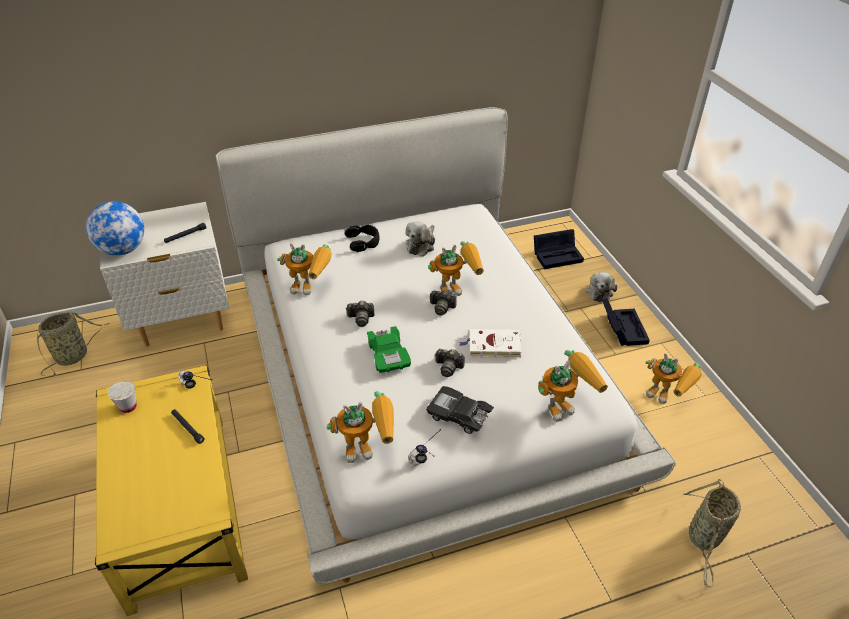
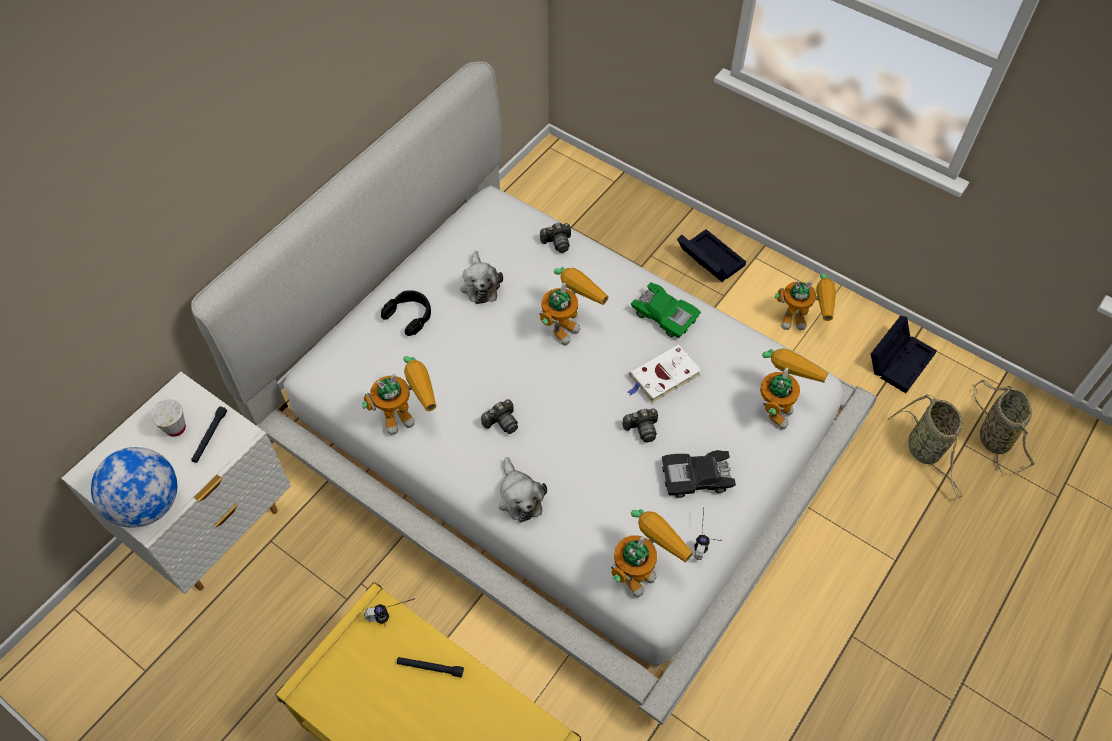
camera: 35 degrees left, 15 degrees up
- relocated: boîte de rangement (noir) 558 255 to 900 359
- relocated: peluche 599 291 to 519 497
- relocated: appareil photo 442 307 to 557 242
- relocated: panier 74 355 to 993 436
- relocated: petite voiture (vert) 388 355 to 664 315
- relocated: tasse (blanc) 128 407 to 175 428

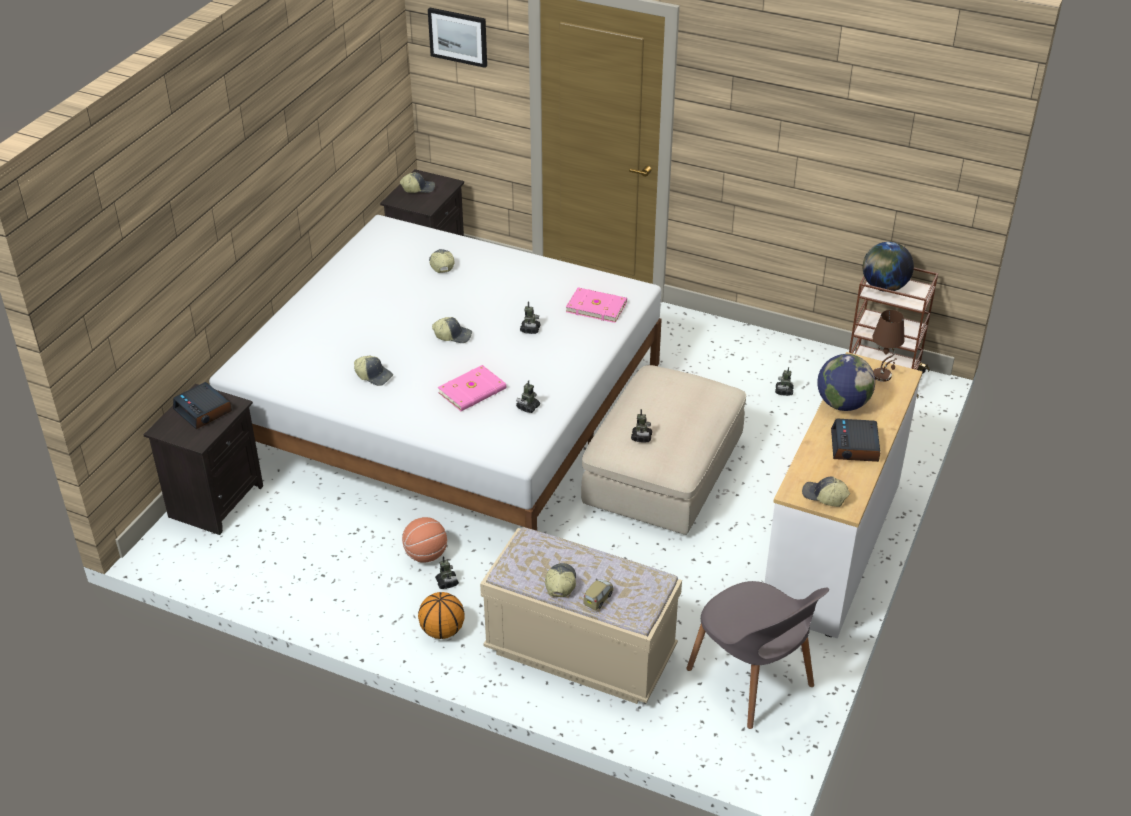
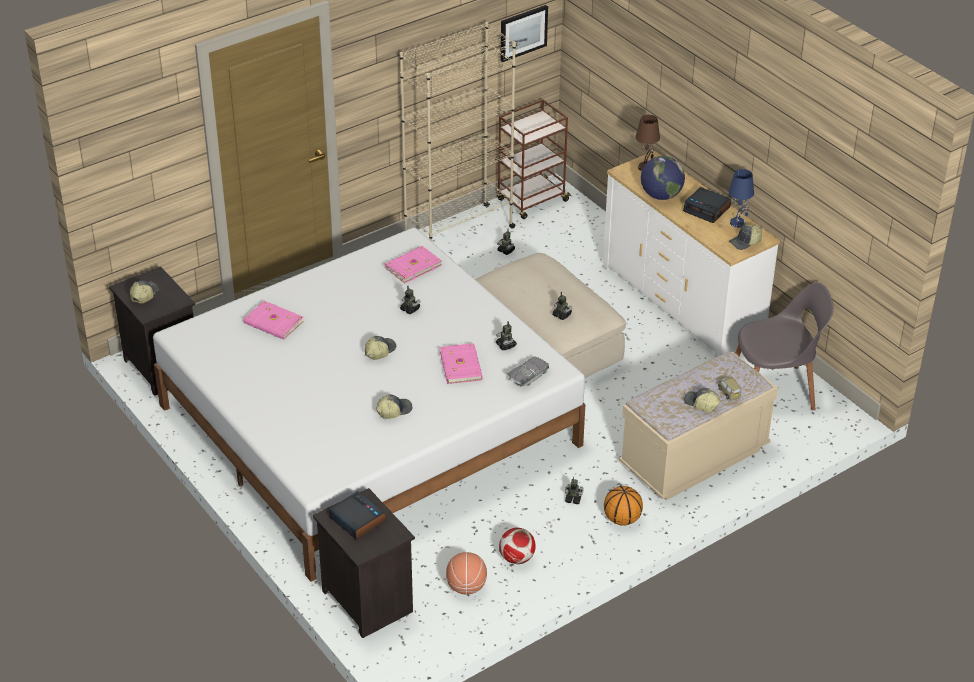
camera: 60 degrees left, 0 degrees up
- relocated: tableau 458 36 to 523 32
- missing: globe 884 287
- exchanged: casquette 441 265 to livre (rose) 273 323
- spun: réveil 203 411 = 357 520 120 degrees counterclockwise
- relocated: ballon de basket 425 555 to 466 587
- appeared: bibliothèque (beige) 459 233
- appeared: lampe de table (bleu) 738 223
- appeared: petite voiture (gris) 528 377
- appeared: ballon de foot 516 558

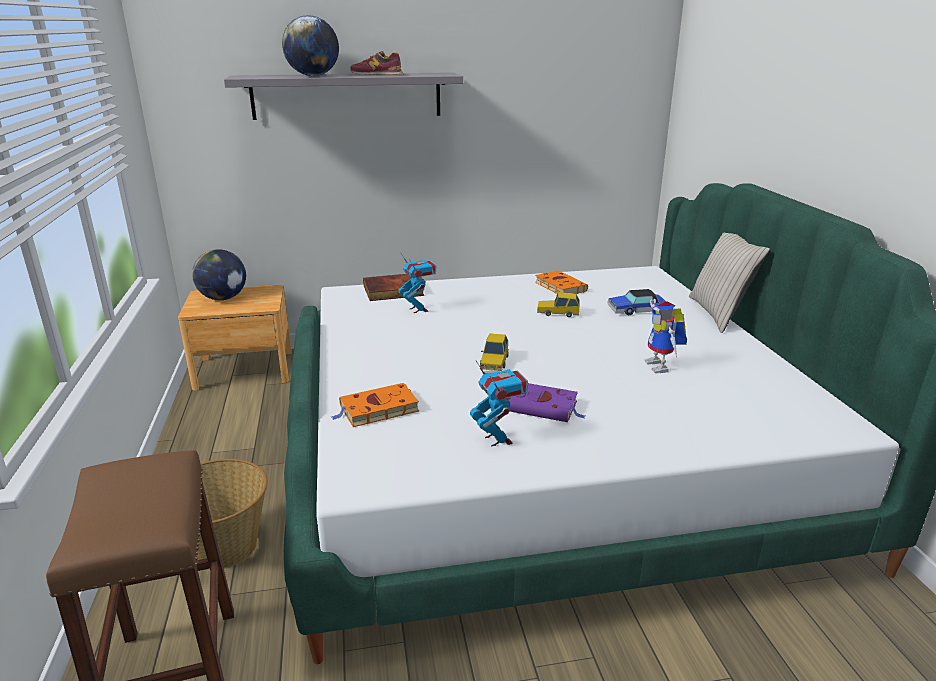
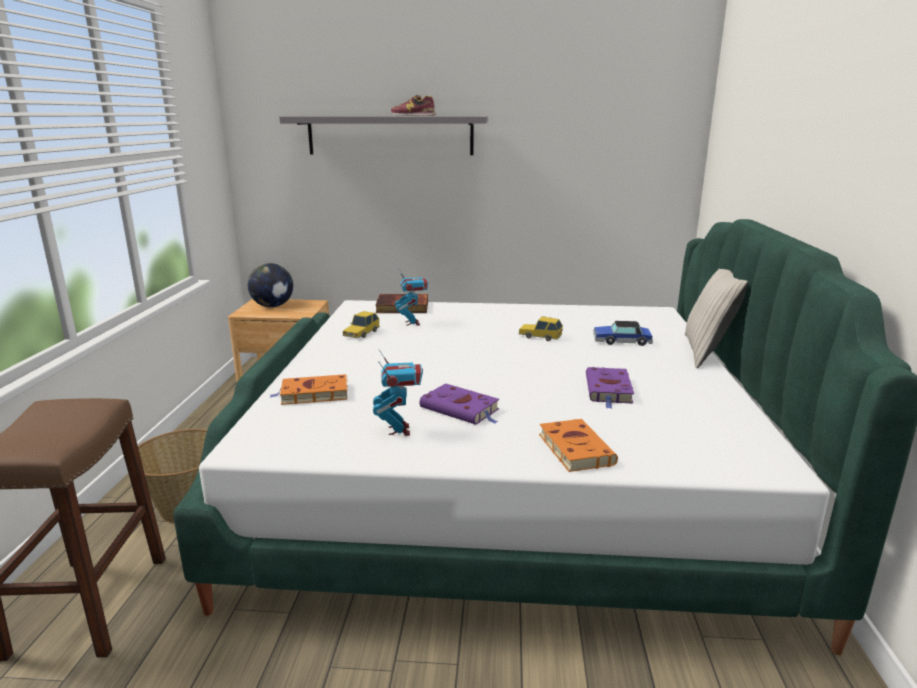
camera: 15 degrees right, 5 degrees down
- missing: globe 313 76
- relocated: livre (orange) 559 286 to 574 448
- exchanged: robot jouet 662 367 to livre (violet) 609 390
- relocated: petite voiture 494 361 to 361 333

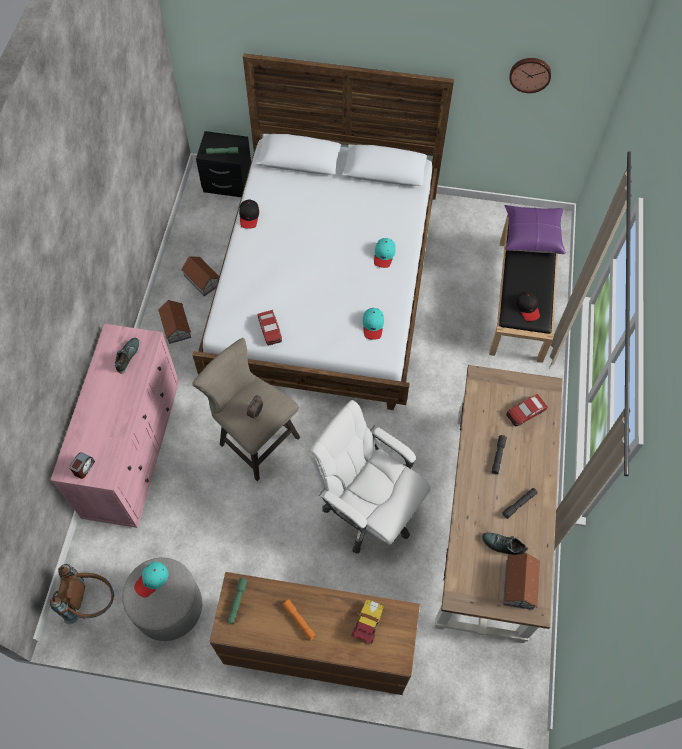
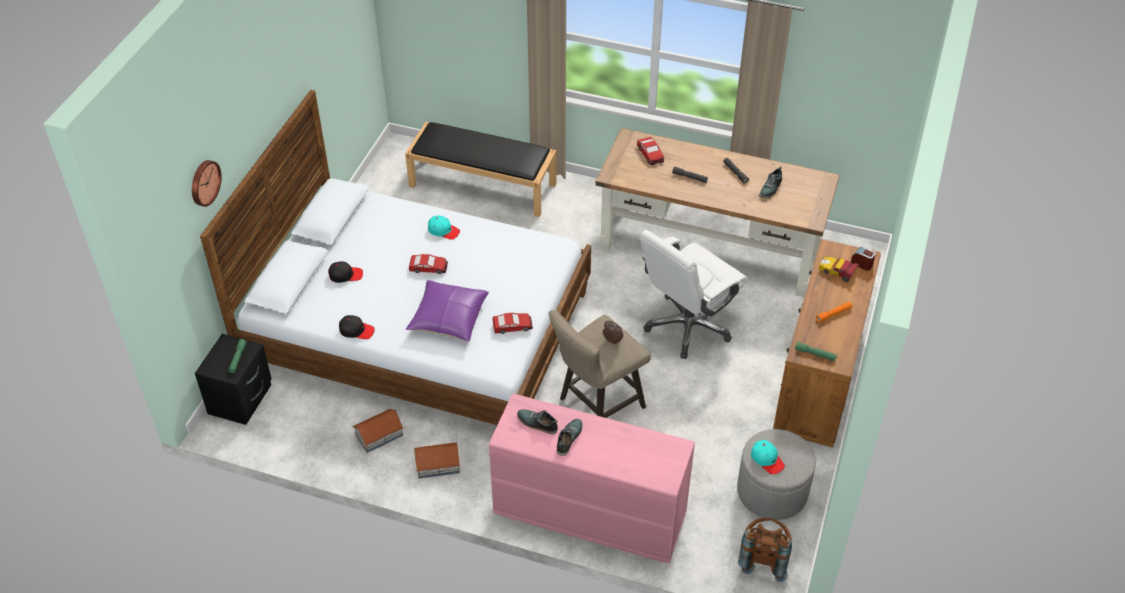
camera: 80 degrees left, 15 degrees down
- relocated: horloge murale 530 74 to 204 182
- relocated: coussin (violet) 532 235 to 448 318
- relocated: casquette (noir) 527 308 to 345 275
- missing: casquette (turquoise) 373 325
- relocated: réveil 84 468 to 862 264
- missing: maison miniature 520 584
- appeared: petite voiture 428 267
- appeared: chaussure 568 438

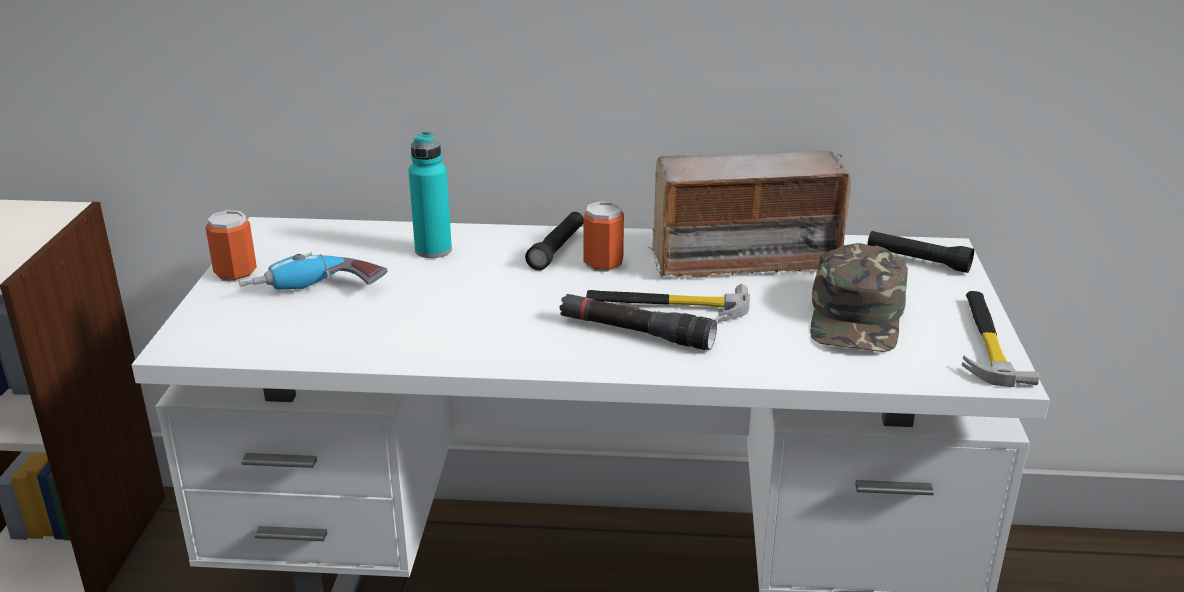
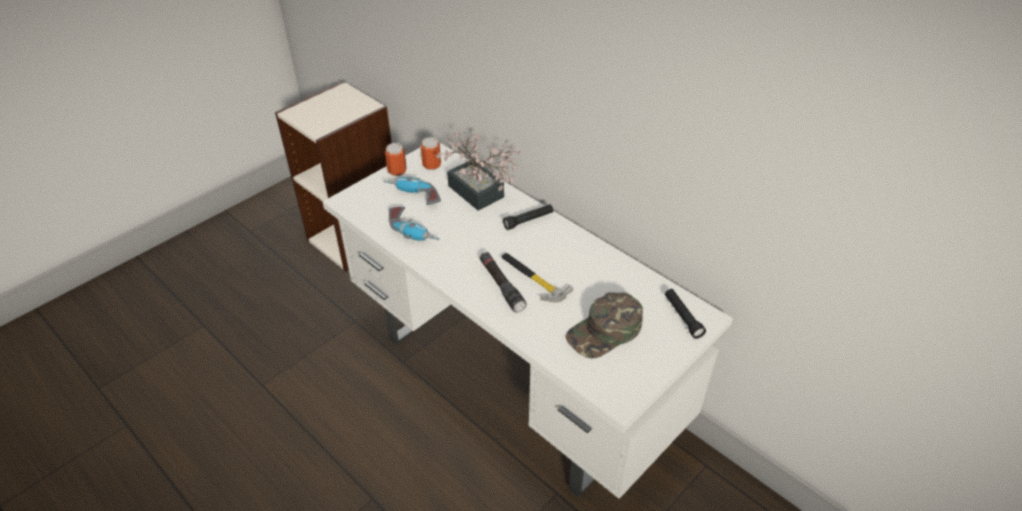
camera: 40 degrees right, 15 degrees up
- exchanged: bouteille (turquoise) 433 250 to plante en pot 479 195
- missing: radio 746 259
- relocated: boîte métallique 603 264 to 431 165
- missing: marteau 986 340
- appeared: perceuse 413 231

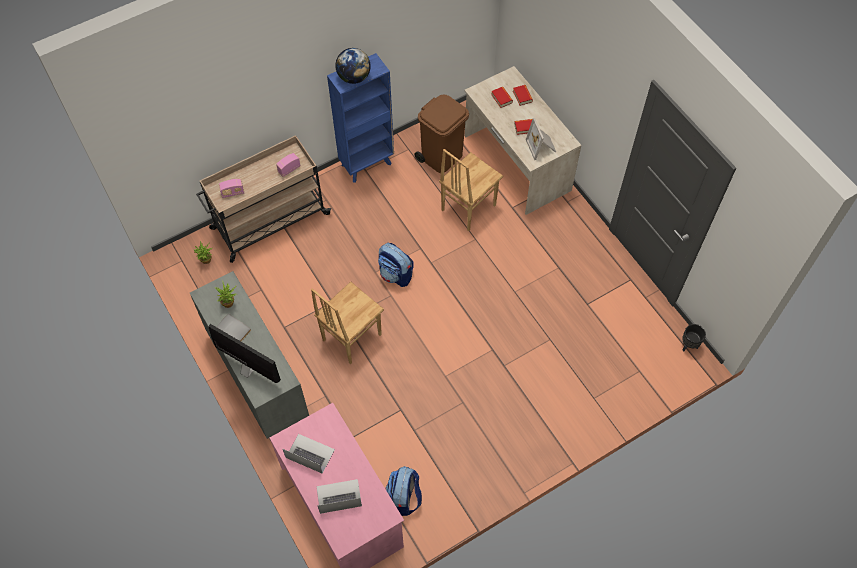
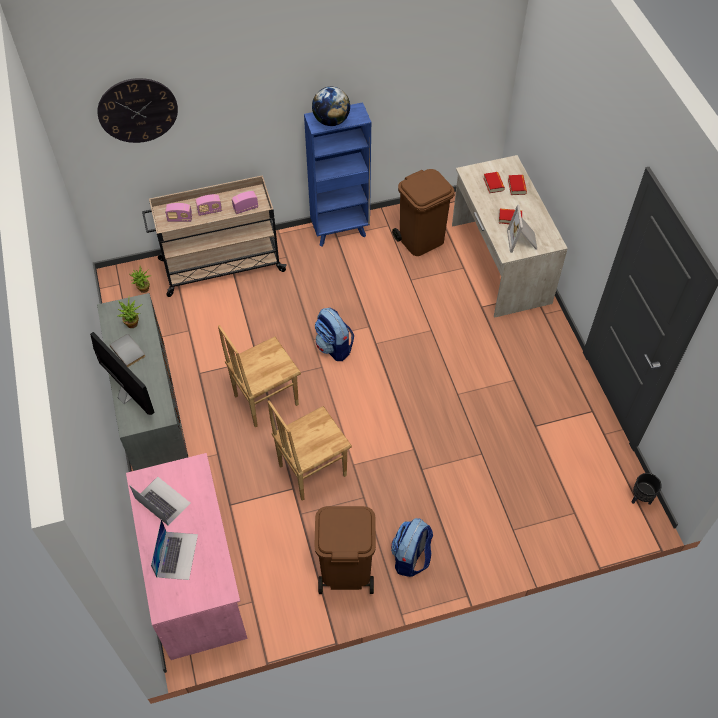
camera: 15 degrees right, 5 degrees down
- relocated: chaise (marron) 467 207 to 311 470
- relocated: sac à dos 404 498 to 411 558
- spun: ordinateur portable 338 496 = 177 555 90 degrees clockwise
- appeared: horloge murale 137 110
- appeared: radio 209 211
- appeared: poubelle (marron) 345 571

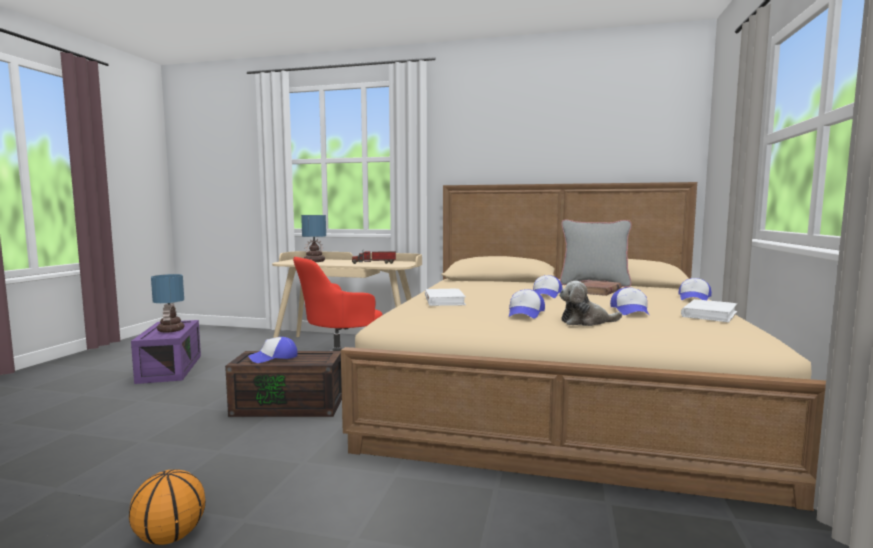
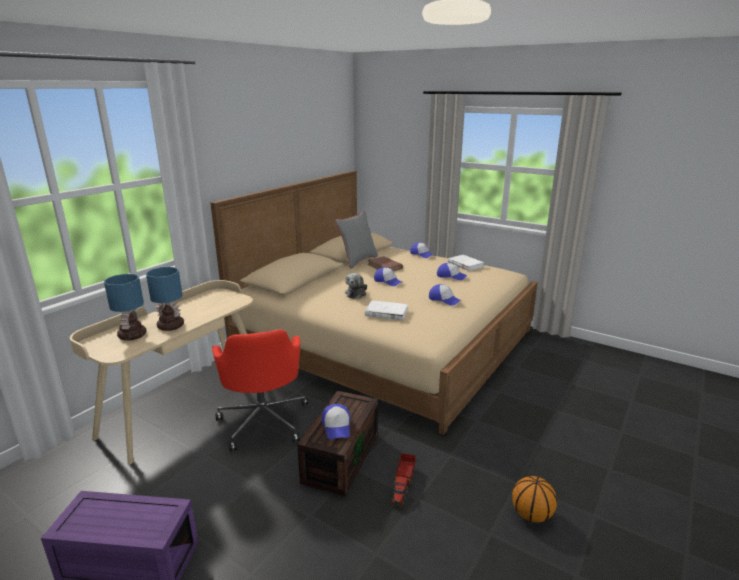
camera: 70 degrees left, 15 degrees up
- relocated: camion jouet 375 263 to 403 484
- relocated: lampe de table 171 330 to 172 326
- relocated: peluche 586 322 to 356 293

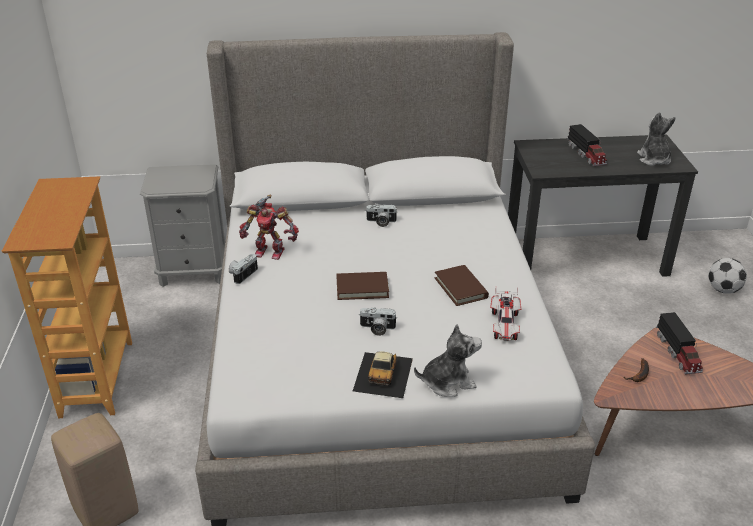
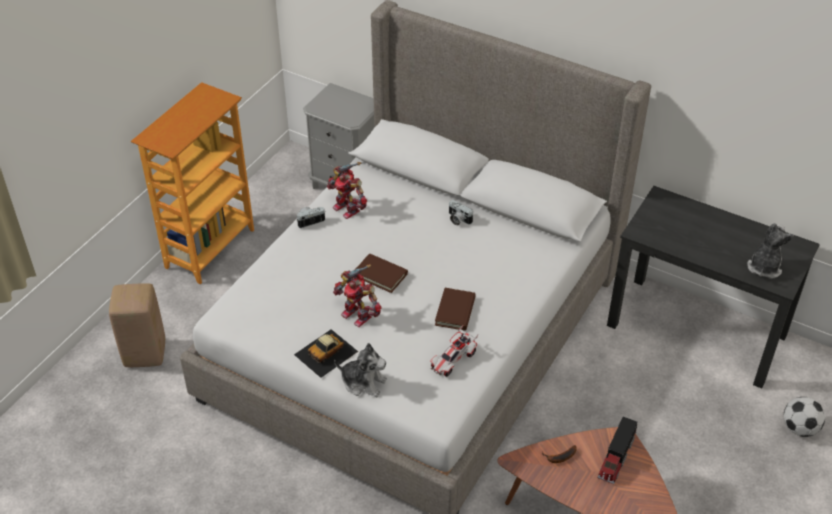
camera: 35 degrees right, 10 degrees up
- missing: camion jouet 586 154
- exchanged: appareil photo 377 328 to robot jouet 358 314

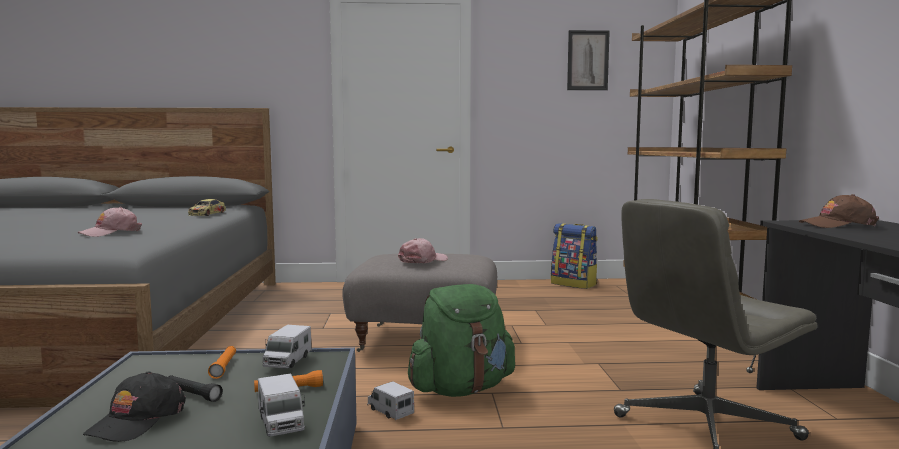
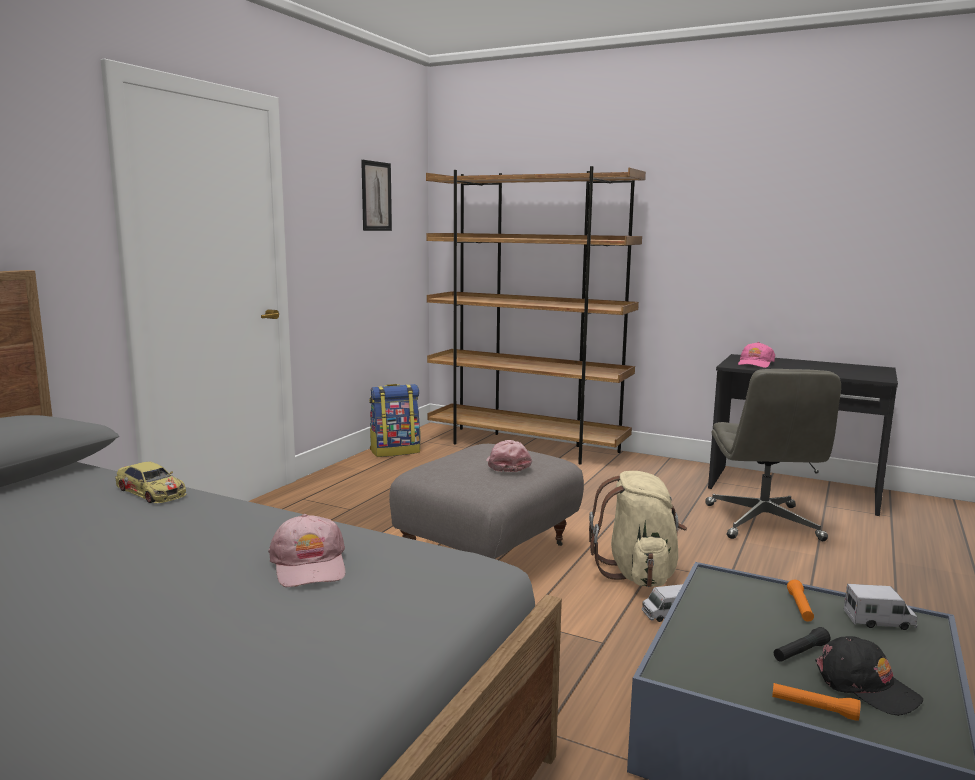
camera: 60 degrees left, 5 degrees up
- colour: casquette (marron) 837 225 to casquette (rose) 755 363
- colour: sac à dos (vert) 461 389 to sac à dos (beige) 638 573
- missing: camion jouet 287 361
- relocated: lampe de poche (orange) 224 367 to 814 708

